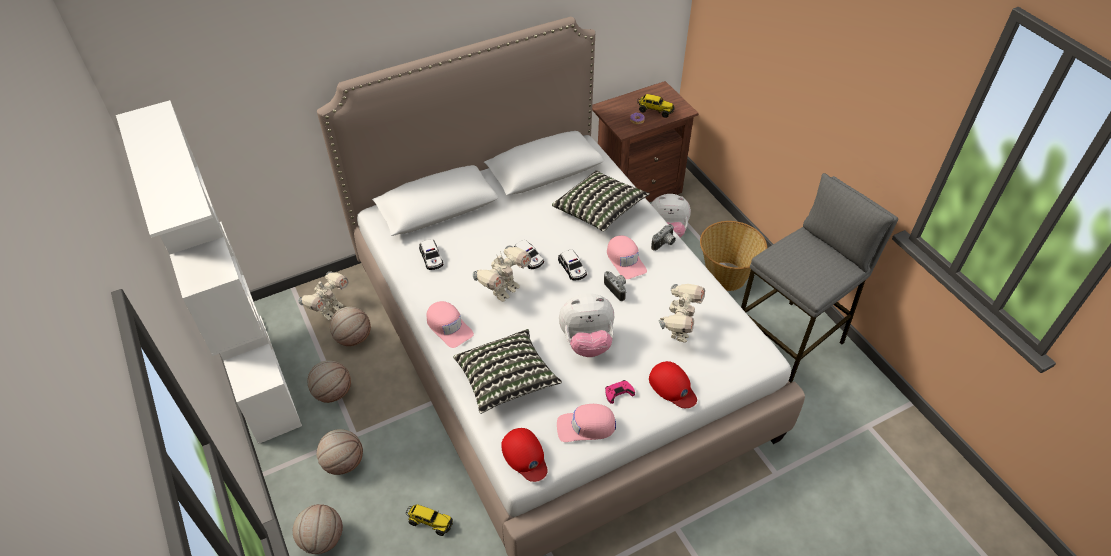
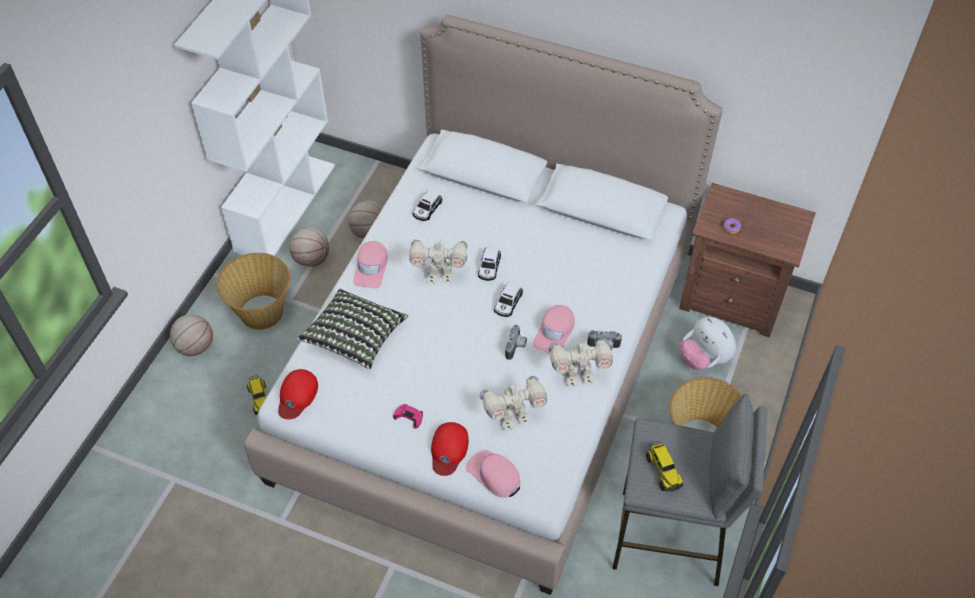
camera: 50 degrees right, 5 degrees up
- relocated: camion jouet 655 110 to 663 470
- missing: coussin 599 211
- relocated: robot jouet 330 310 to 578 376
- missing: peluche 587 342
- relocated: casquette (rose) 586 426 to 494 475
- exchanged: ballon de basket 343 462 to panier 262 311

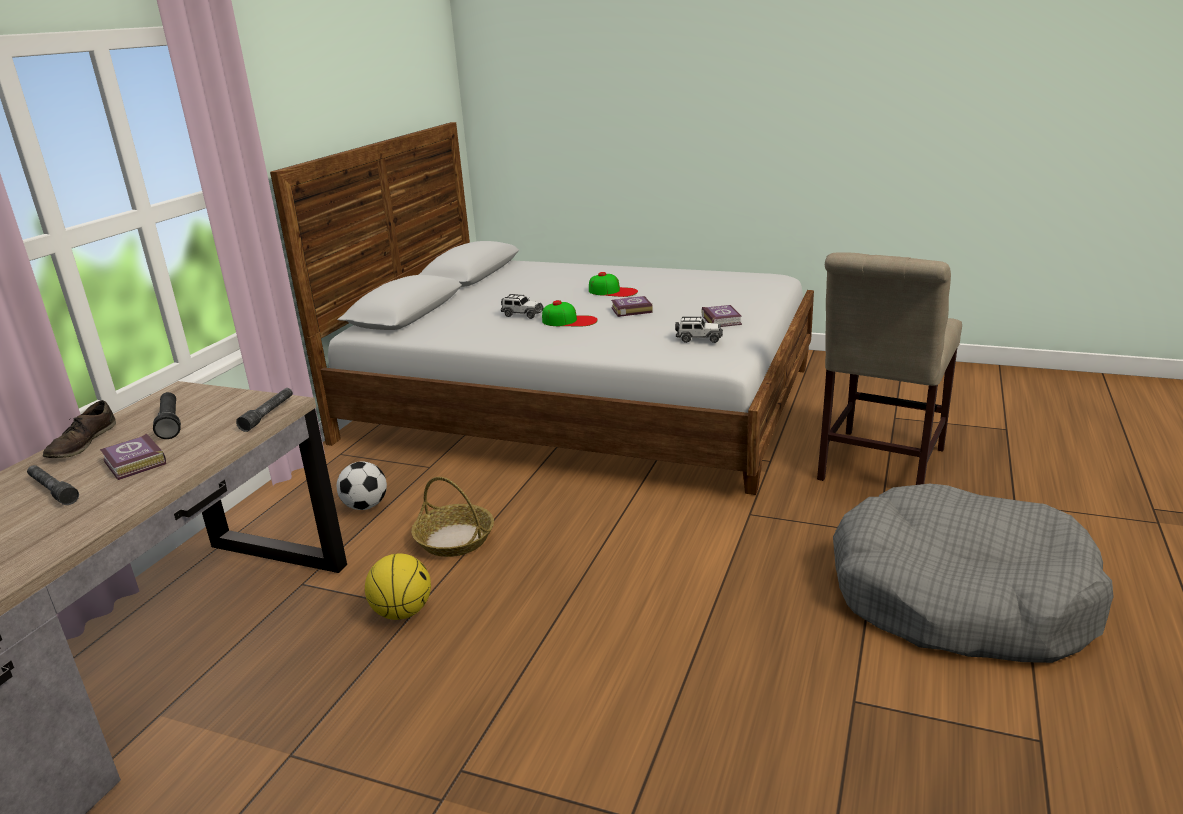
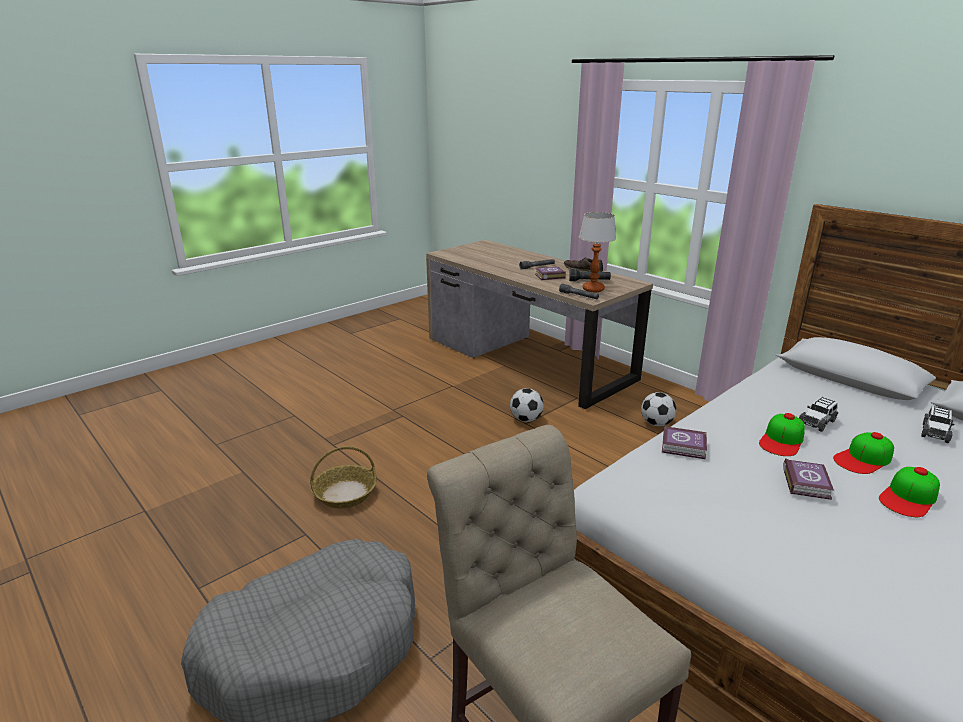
camera: 115 degrees right, 0 degrees up
- relocated: livre 721 320 to 684 447
- relocated: petite voiture 699 338 to 935 432
- relocated: panier 454 539 to 345 493
- exchanged: ballon de basket 402 612 to ballon de foot 526 419
- appeared: lampe de table 593 289
- appeared: casquette 863 459

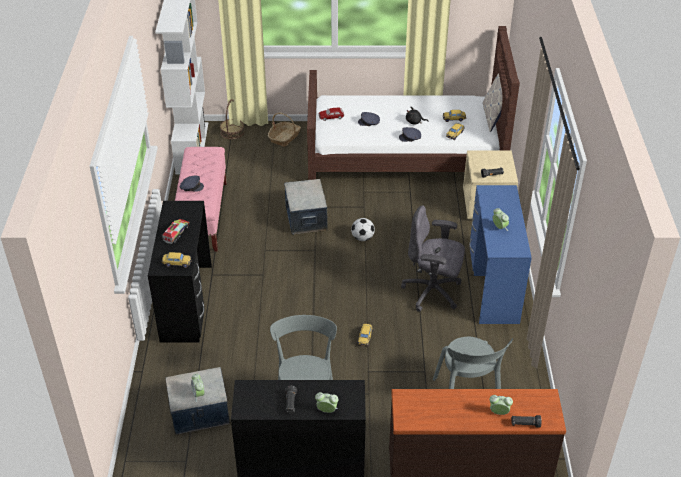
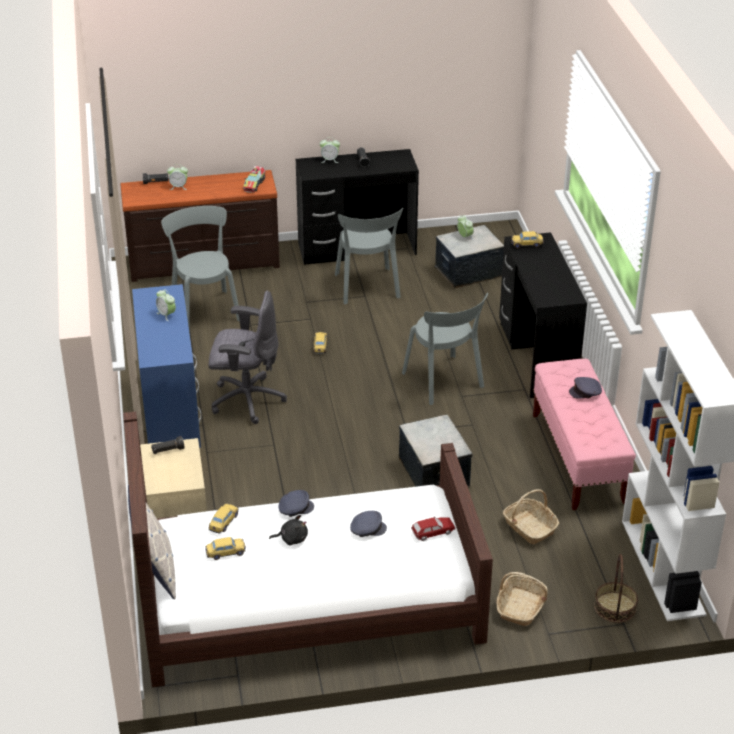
camera: 170 degrees right, 5 degrees down
- missing: ballon de foot 362 238
- relocated: camion jouet 176 233 to 254 184
- appeared: chaise (gris) 444 382
- appeared: panier 529 527

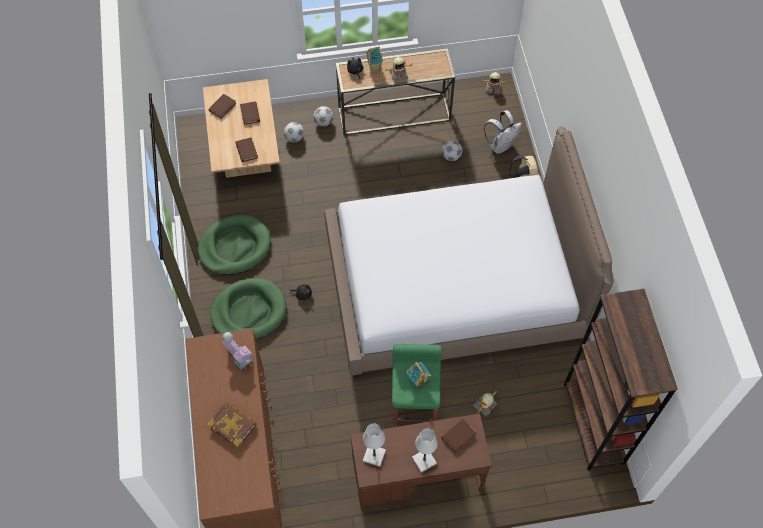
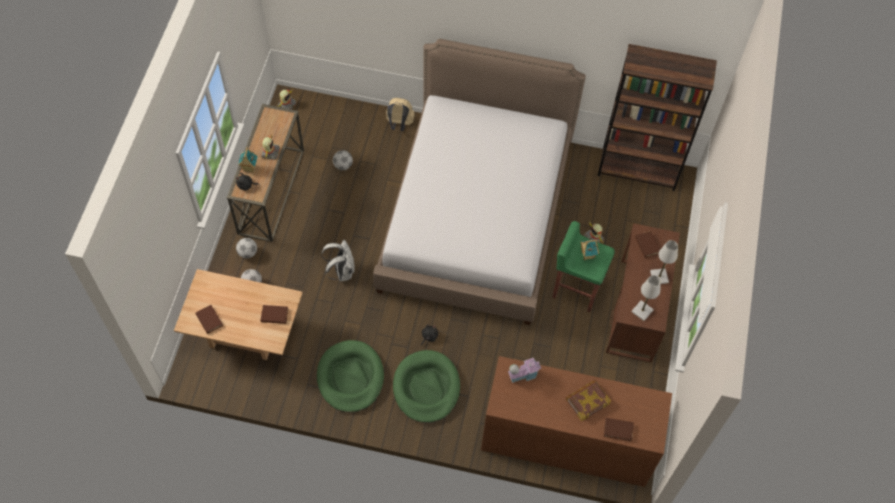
camera: 70 degrees left, 0 degrees up
- relocated: livre (marron) 250 114 to 618 430
- relocated: sac à dos (blanc) 500 145 to 342 271

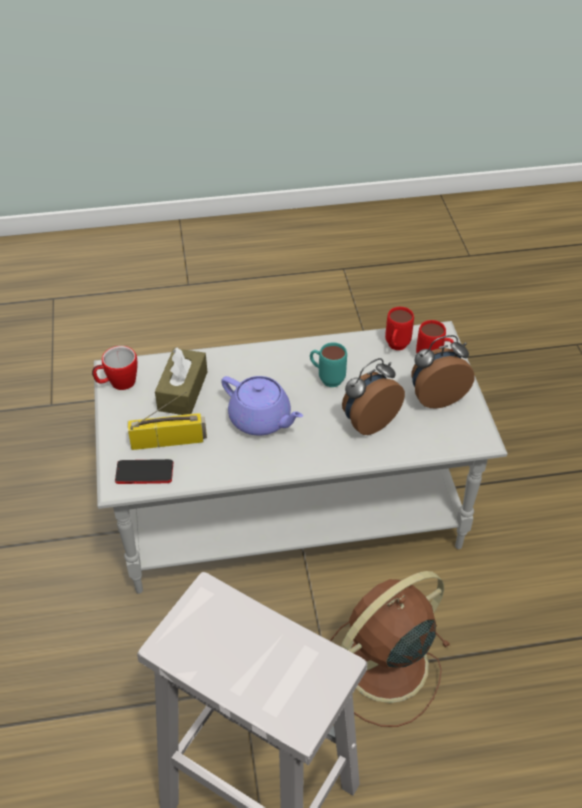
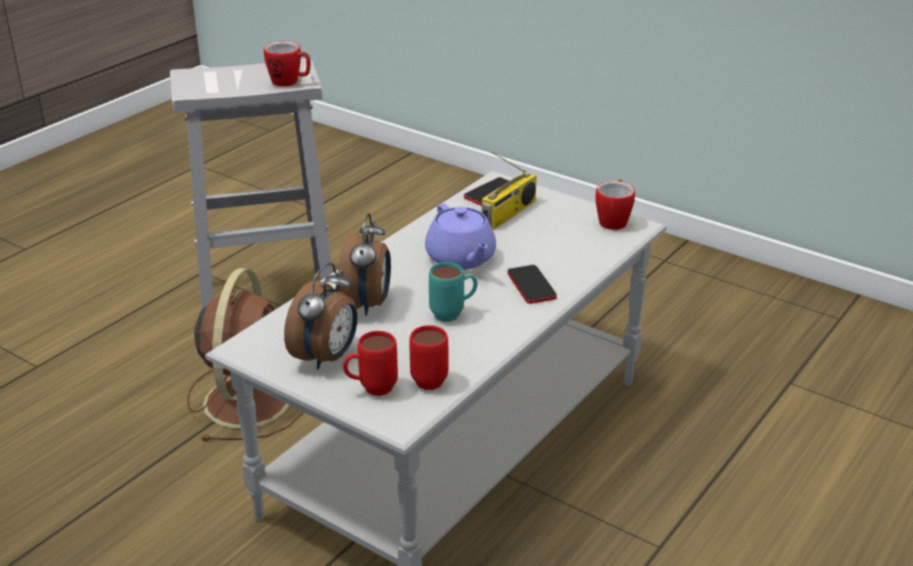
camera: 135 degrees right, 15 degrees down
- missing: boîte à mouchoirs (marron) 183 391
- spun: théière (violet) 261 420 = 461 259 105 degrees counterclockwise
- appeared: mug 290 82
- appeared: téléphone 531 285

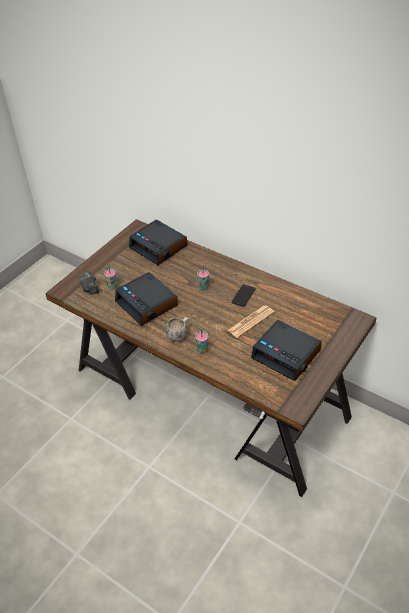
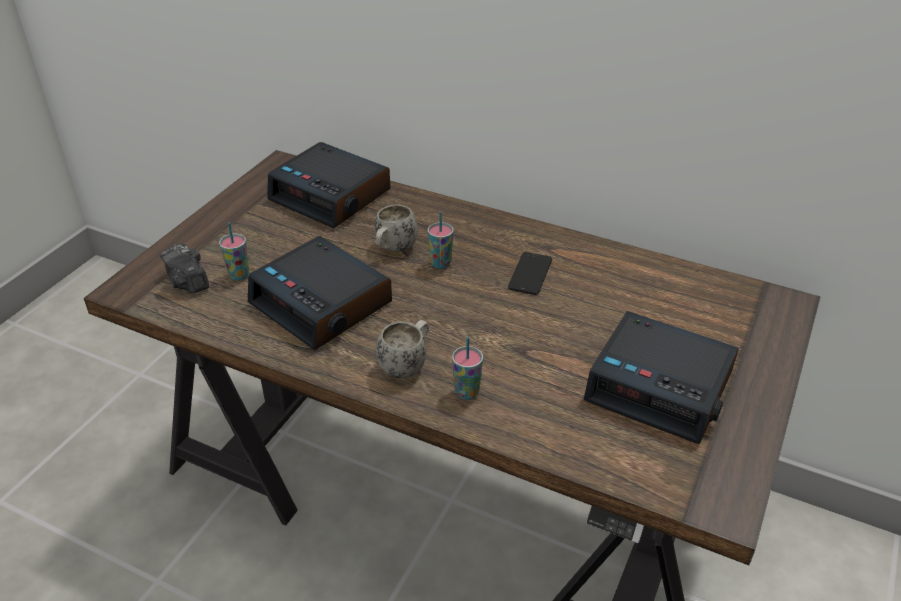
camera: 10 degrees left, 5 degrees down
- missing: journal 251 321
- appeared: mug (blanc) 393 249

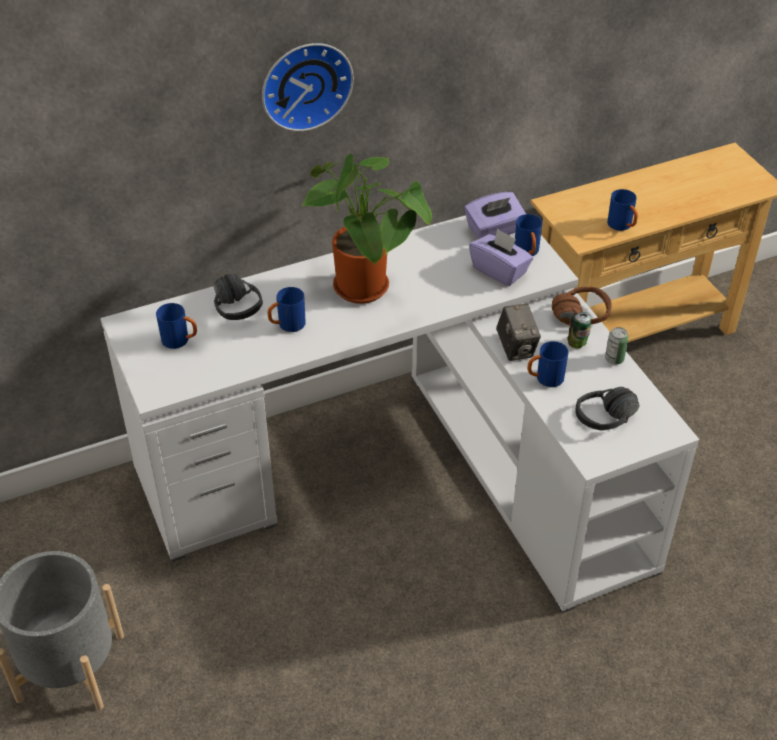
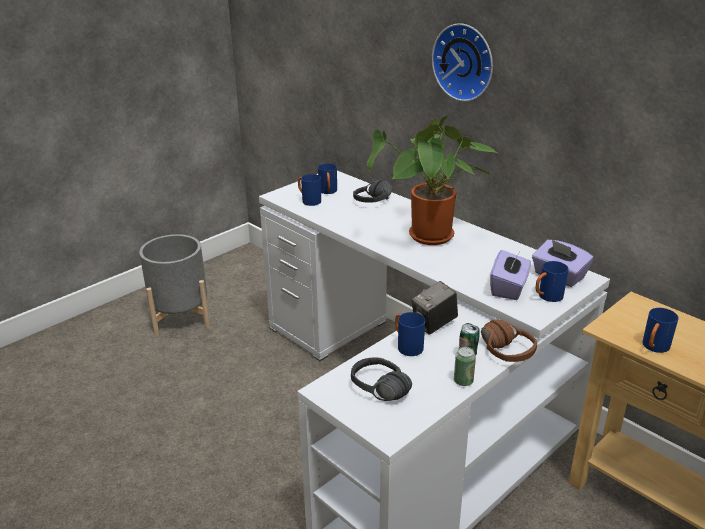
camera: 70 degrees right, 15 degrees down
- relocated: mug (bleu) 287 325 to 308 201

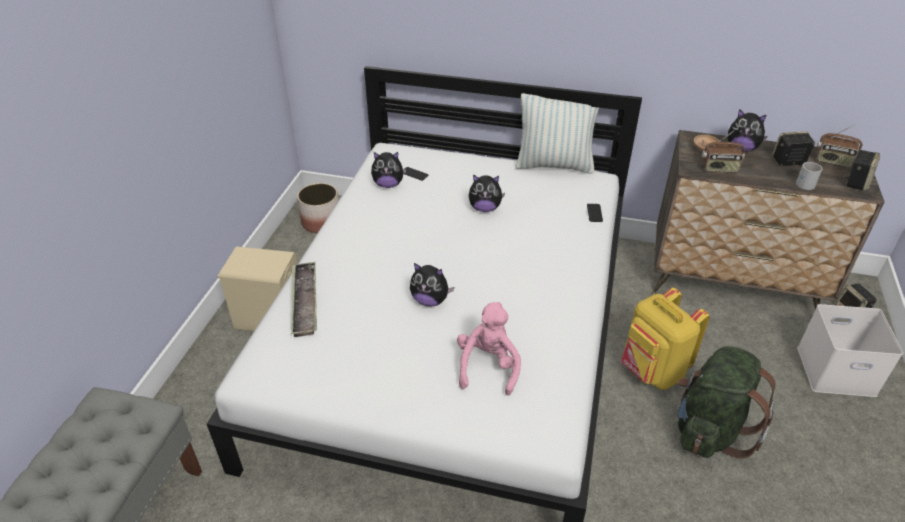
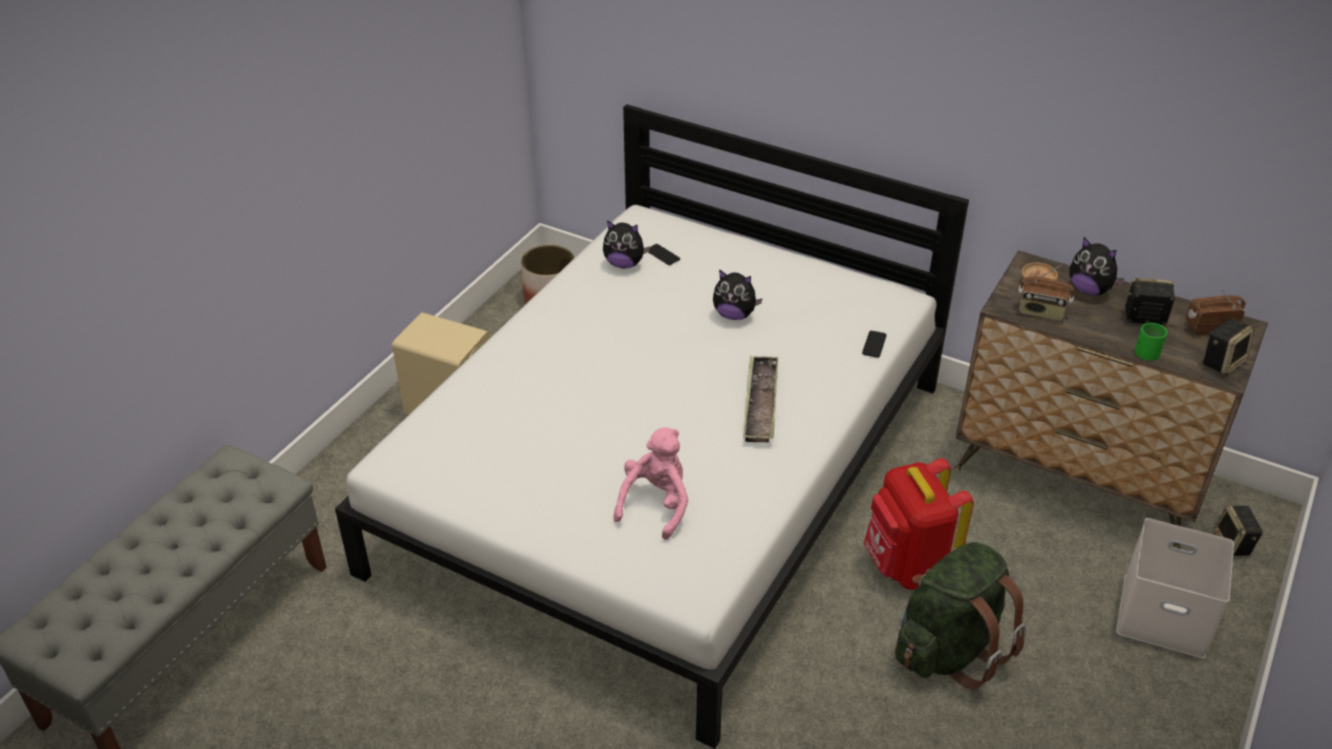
camera: 15 degrees right, 0 degrees up
- missing: coussin 554 165
- spun: radio 833 161 = 1209 327 135 degrees clockwise
- colour: mug (blanc) 805 182 to mug (vert) 1149 350
- relocated: plateau 304 302 to 760 403
- missing: peluche 430 300
- colour: sac à dos (jaune) 651 372 to sac à dos (rouge) 907 566

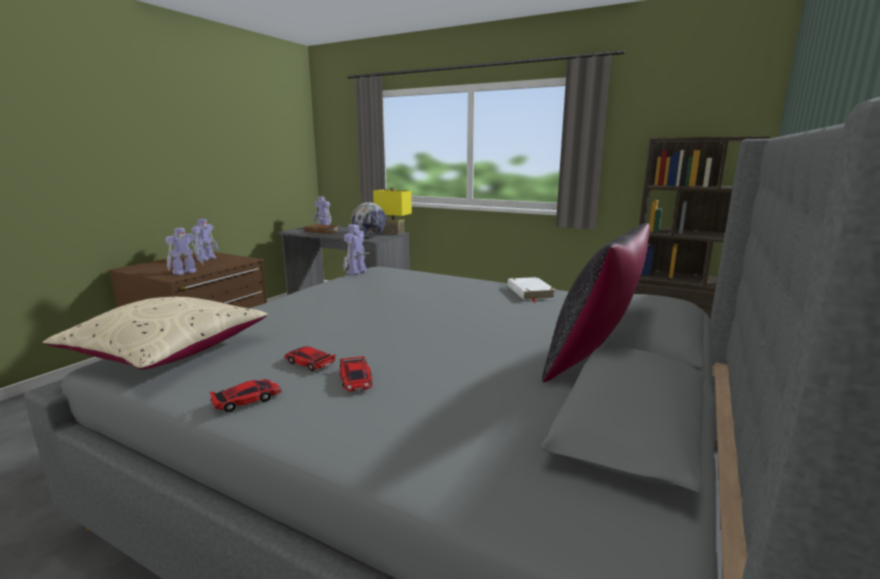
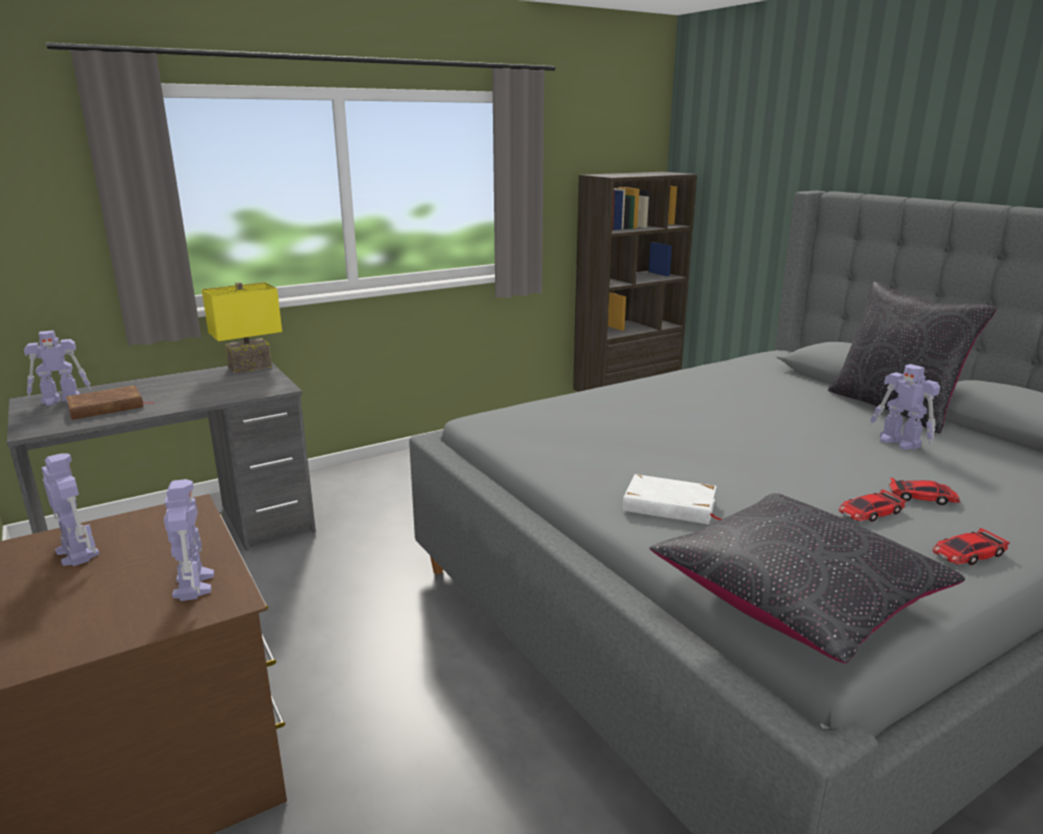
camera: 60 degrees left, 5 degrees up
- missing: globe 369 236
- relocated: robot jouet 356 272 to 900 443
- relocated: livre (blanc) 530 292 to 670 506
- colour: coussin (beige) 168 351 to coussin (noir) 796 596
- spun: petite voiture 247 399 = 968 553 105 degrees counterclockwise

